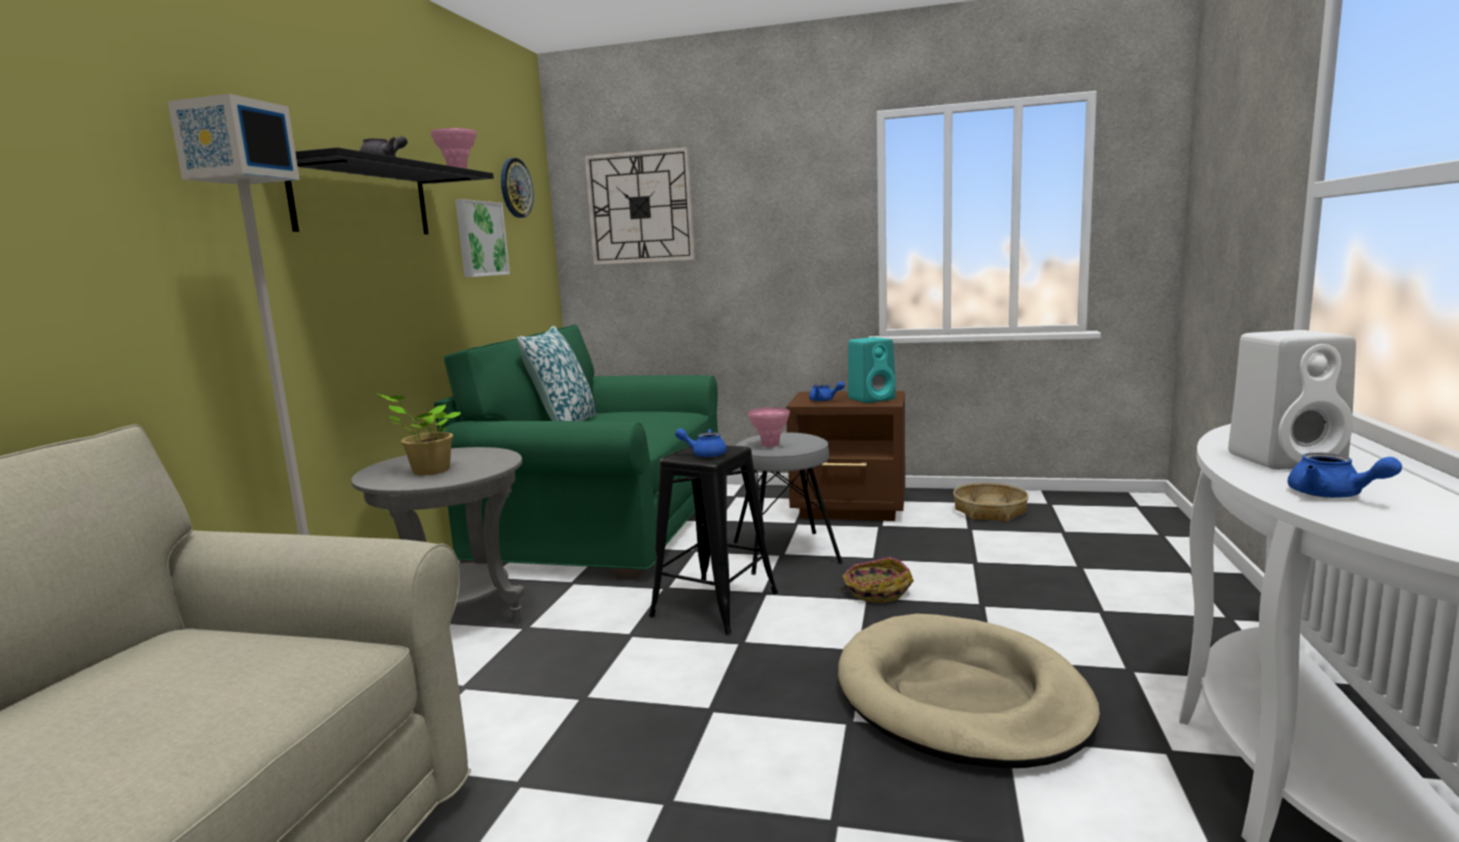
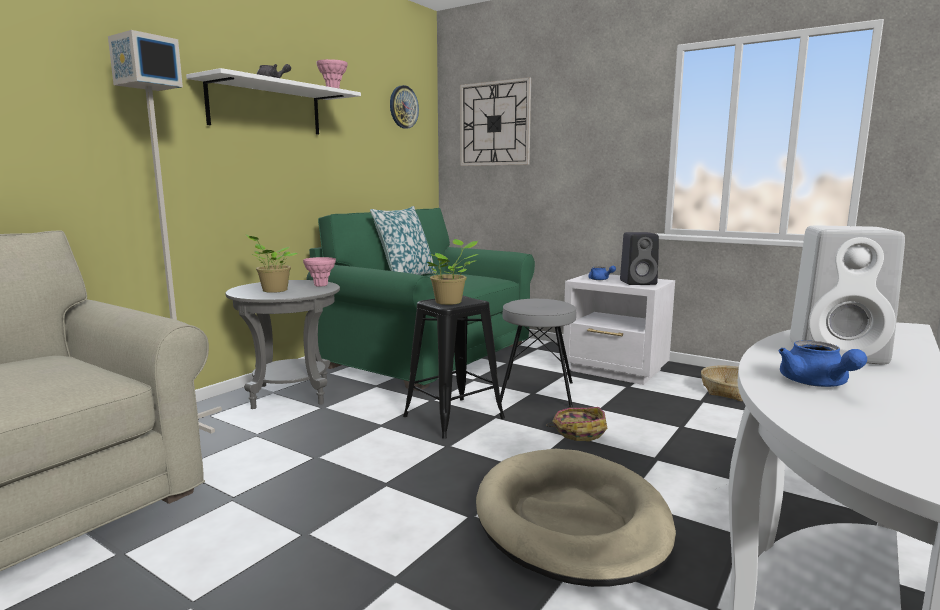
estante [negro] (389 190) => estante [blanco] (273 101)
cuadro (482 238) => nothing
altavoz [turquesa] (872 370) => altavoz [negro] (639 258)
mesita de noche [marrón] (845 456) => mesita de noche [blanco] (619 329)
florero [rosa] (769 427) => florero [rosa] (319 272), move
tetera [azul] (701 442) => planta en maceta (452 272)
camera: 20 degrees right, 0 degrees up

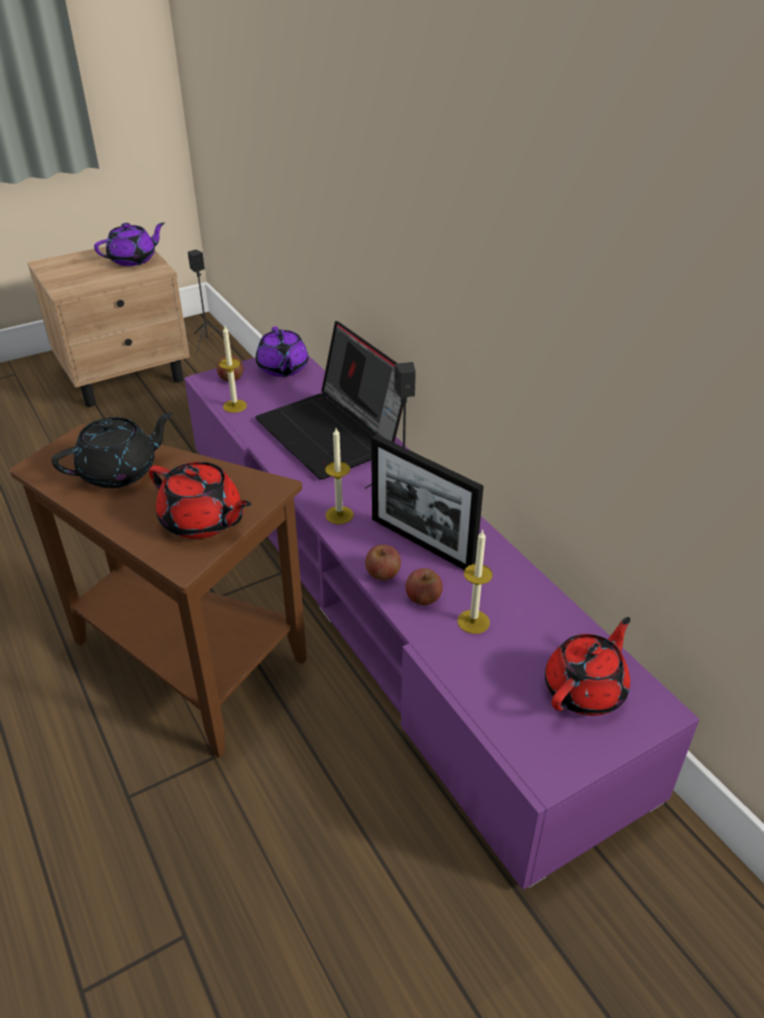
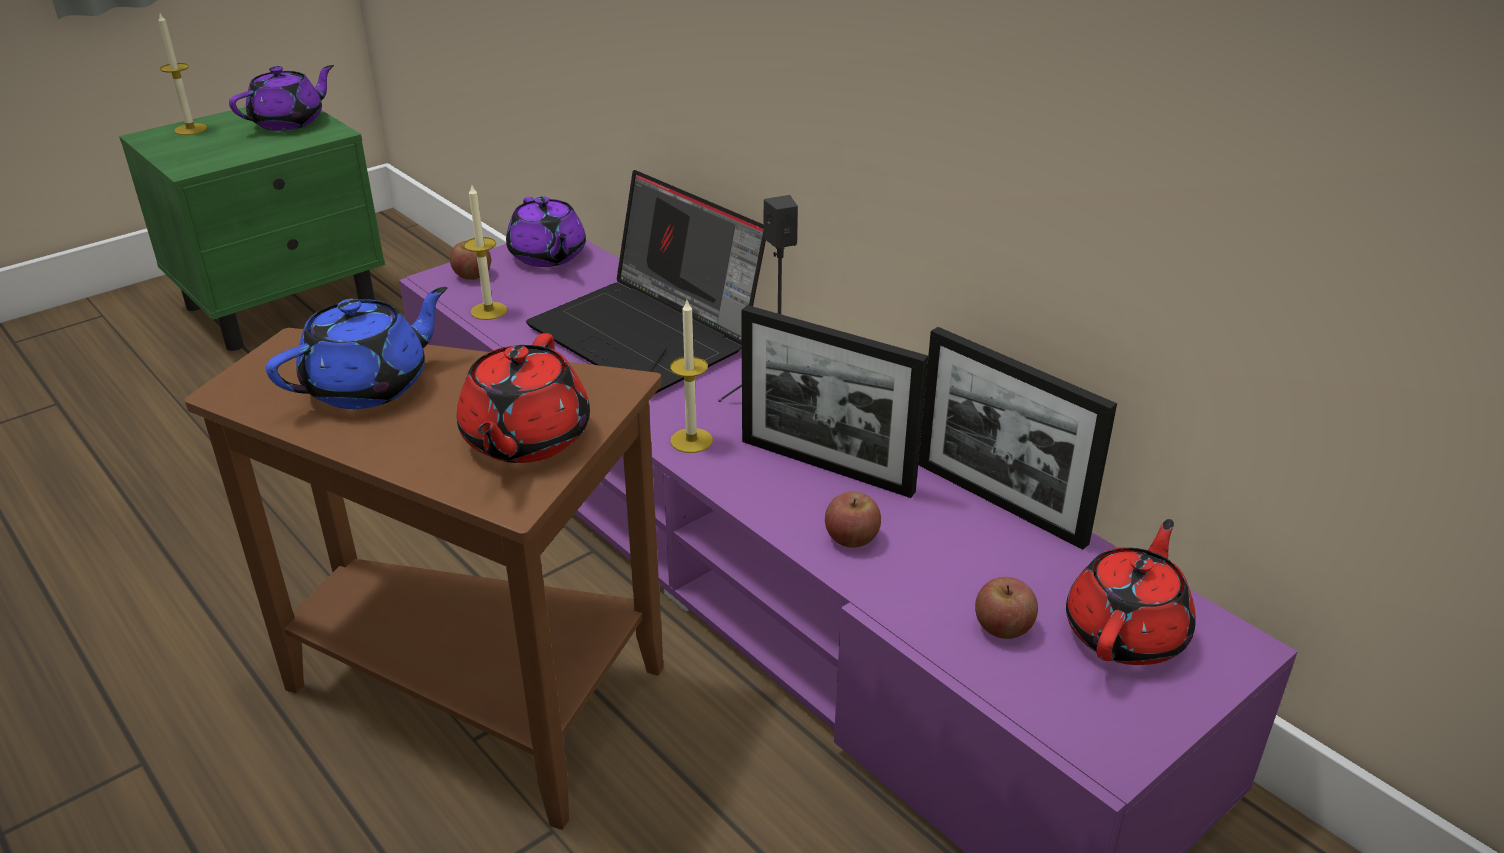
mesita de noche [beis] (108 327) => mesita de noche [verde] (252 229)
altavoz [negro] (211 302) => nothing
tetera [negro] (112 450) => tetera [azul] (356 348)
tetera [rojo] (200 500) => tetera [rojo] (523 398), 75 degrees clockwise
vela (475 581) => vela (182 74), move
manzana (383 562) => manzana (1006 608), move
nothing => portarretratos (1017 438)
camera: 10 degrees left, 5 degrees down

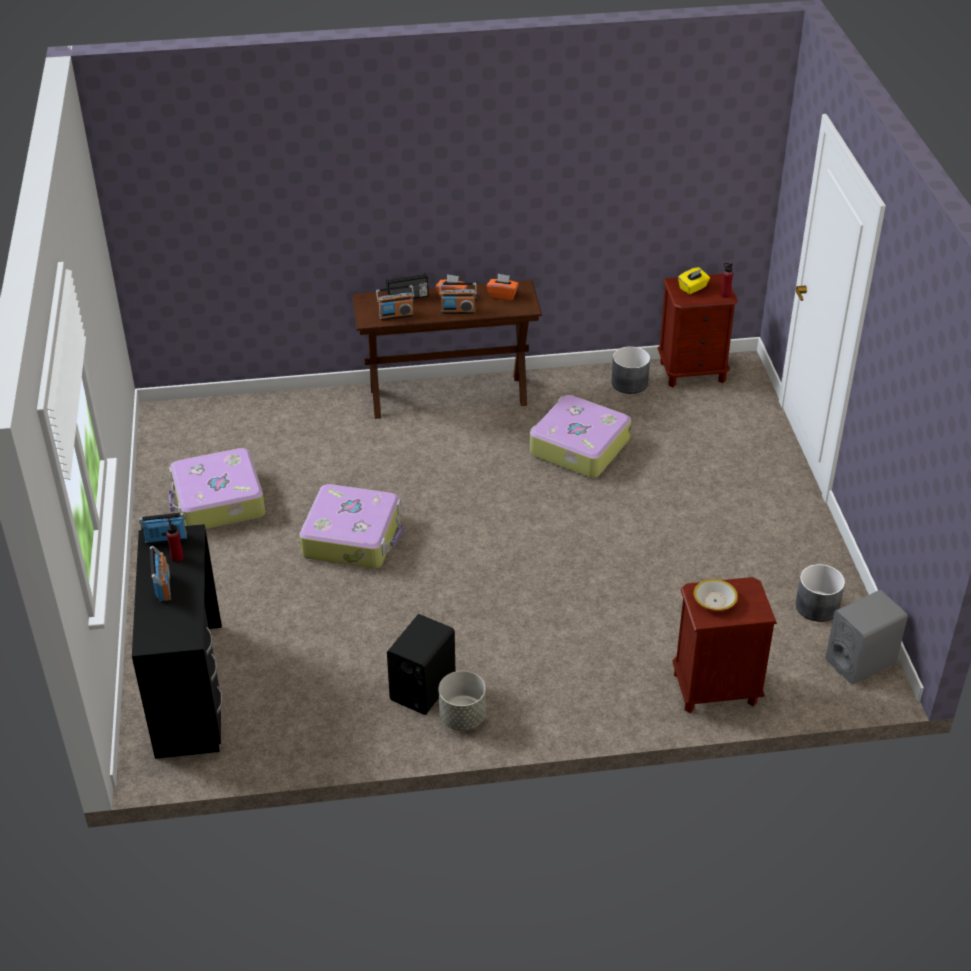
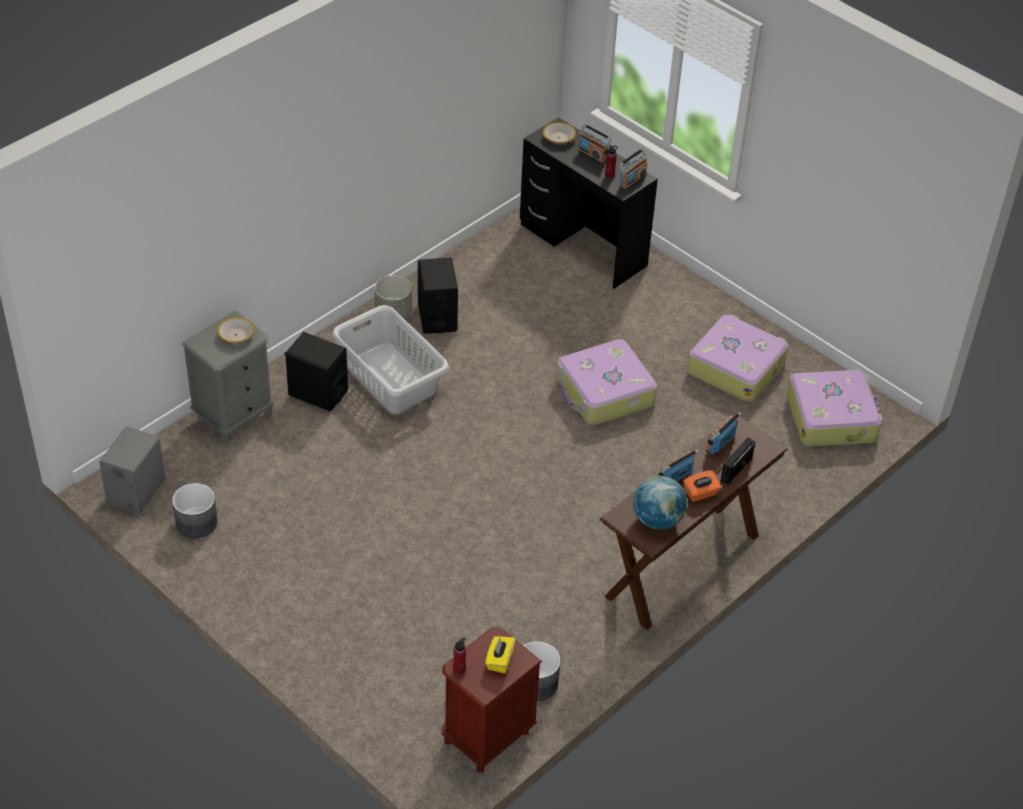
caja de pañuelos [naranja] (503 287) => globo terráqueo (660 503)
maleta (580 436) => maleta (835 408), move
mesita de noche [marrón] (725 645) => mesita de noche [gris] (228 376)
nothing => cuenco (559 133)
nothing => cesto de la ropa [gris] (390 359)
nothing => altavoz [negro] (316 371)
camera: 140 degrees right, 5 degrees up

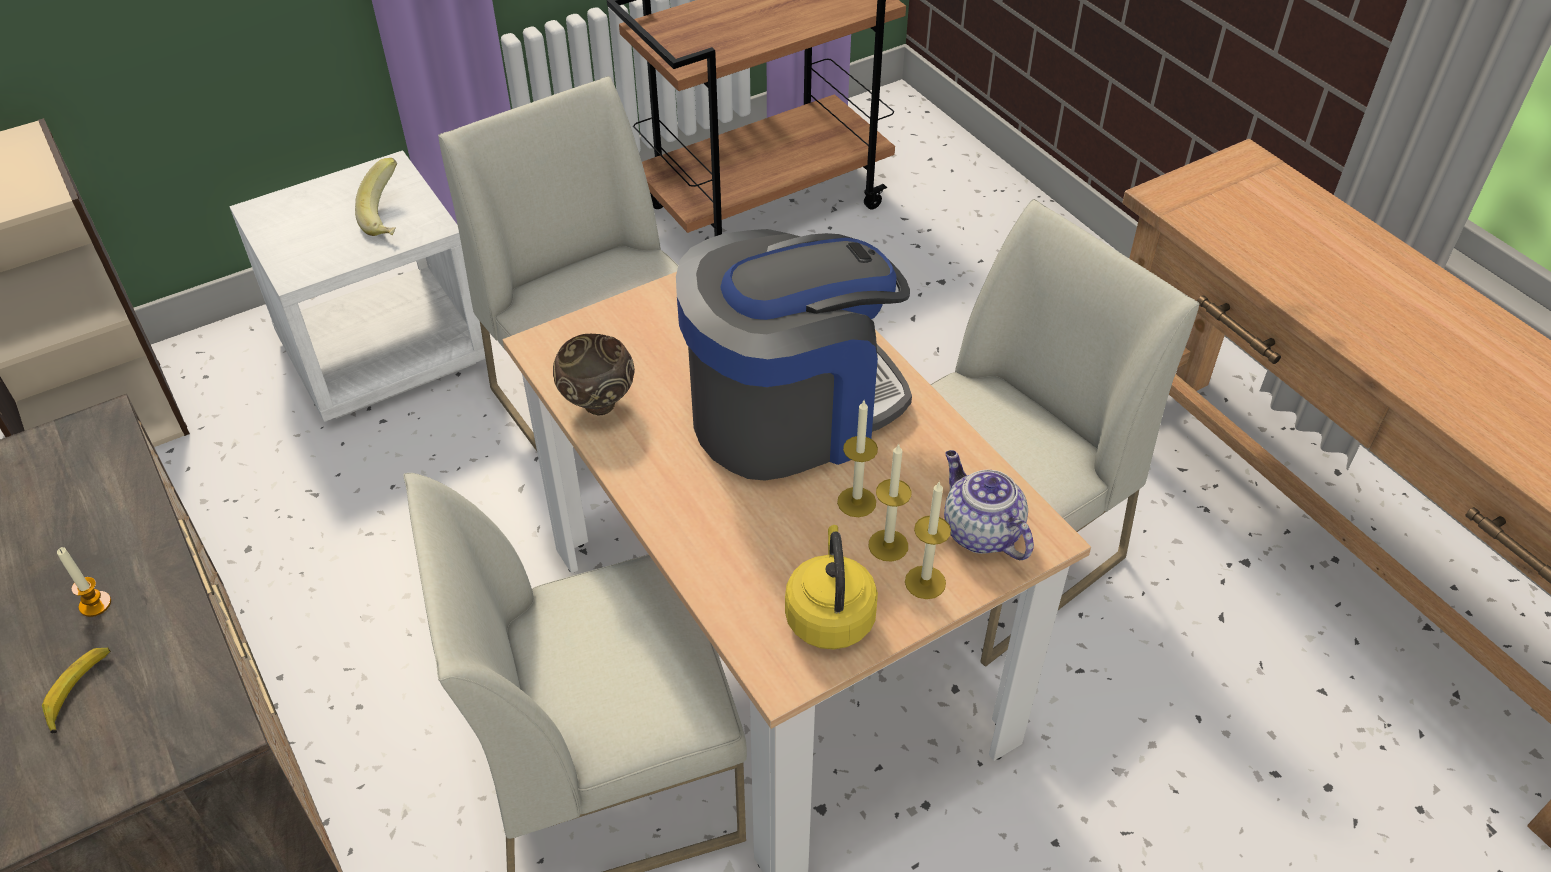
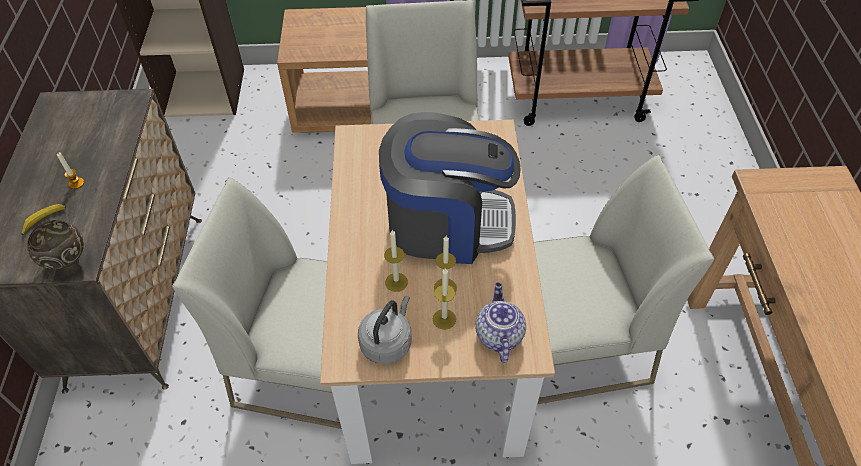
mesita de noche [blanco] (358 286) => mesita de noche [marrón] (324 70)
plátano (376 197) => nothing
cuenco [marrón] (594 375) => cuenco [marrón] (55 245), move
vela (928 540) => vela (396 260), move
hervidor [amarillo] (831 587) => hervidor [gris] (384 330)
camera: 30 degrees right, 5 degrees up

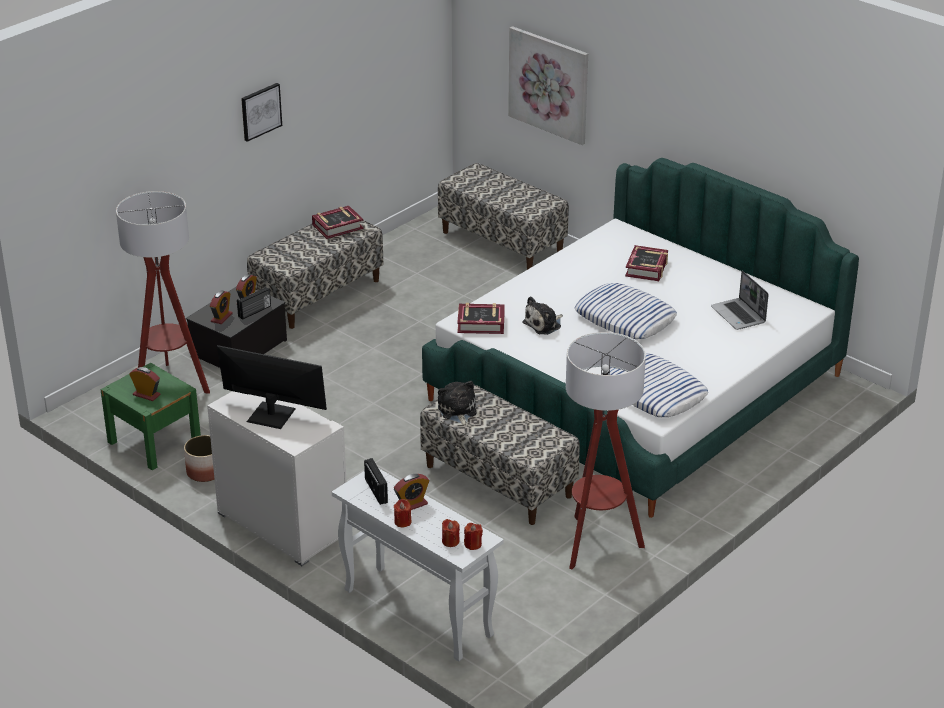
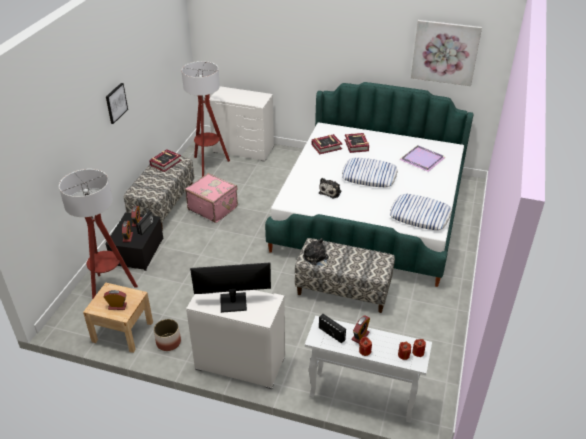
cuadro (548 85) => cuadro (446 53), move
banco (503 216) => cómoda [blanco] (241 123)
portátil (740 300) => bandeja [morado] (422 159)
libro (481 318) => libro (327 144), move
lámpara de pie (606 450) => lámpara de pie (205 119), move
mesita de noche [verde] (150 416) => mesita de noche [beis] (118 318)
nothing => maleta [rosa] (211 198)
camera: 25 degrees left, 5 degrees up

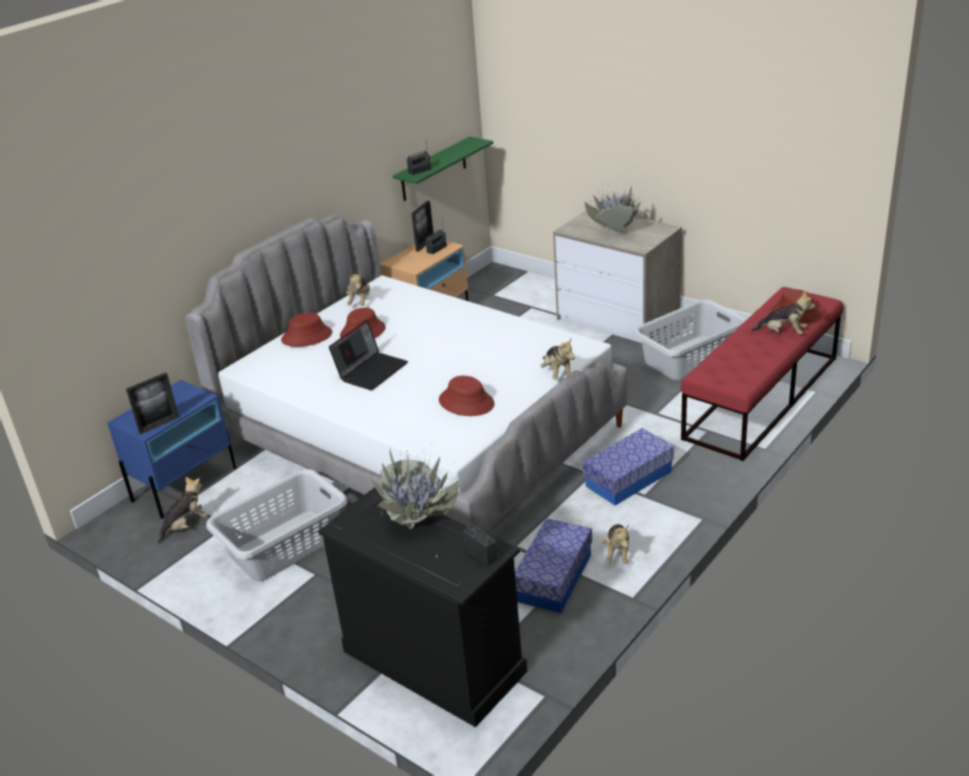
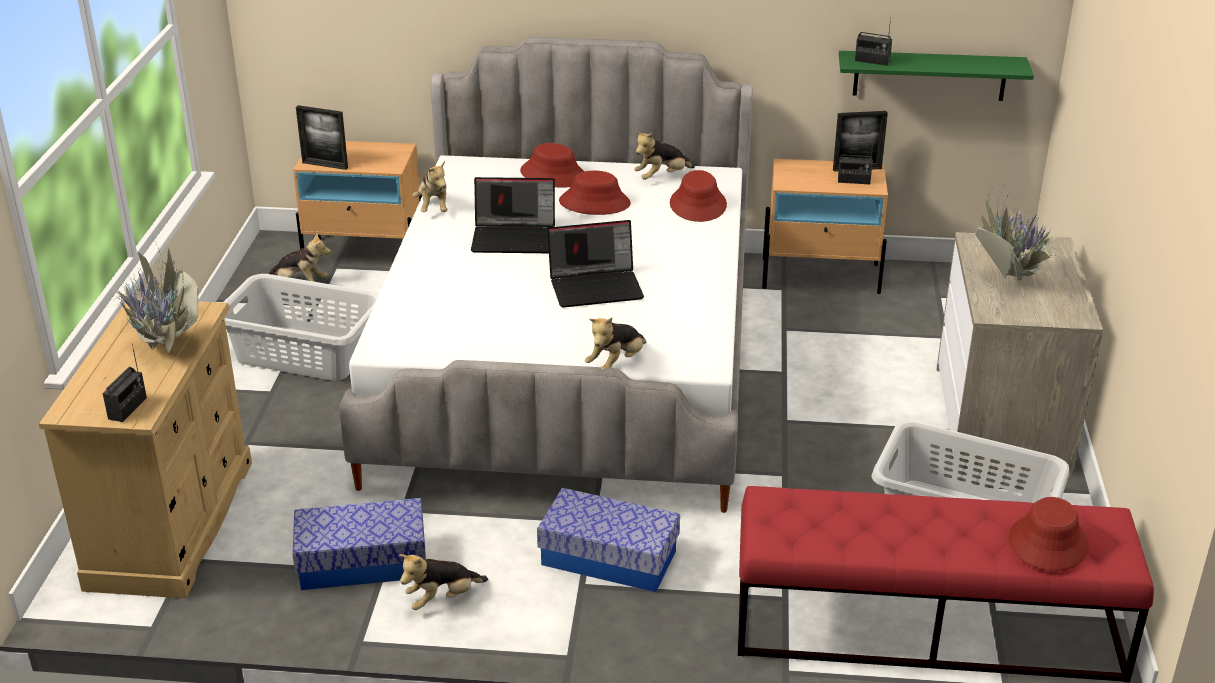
peluche (783 312) => peluche (430 186), move
sombrero [rojo] (466 396) => sombrero [rojo] (698 196), move
mesita de noche [azul] (171 449) => mesita de noche [beis] (357 195)
cómoda [negro] (422 607) => cómoda [beis] (145 448)
nothing => portátil (595 264)
camera: 55 degrees right, 0 degrees up

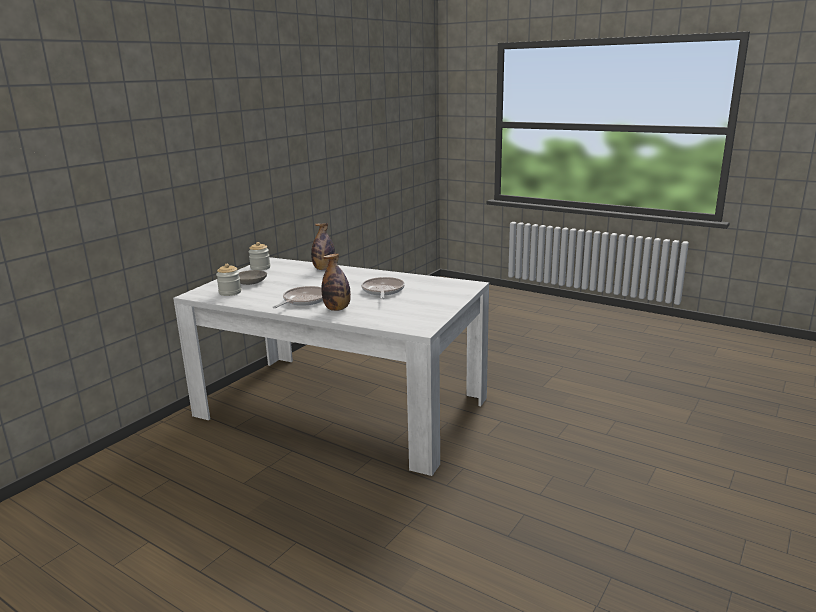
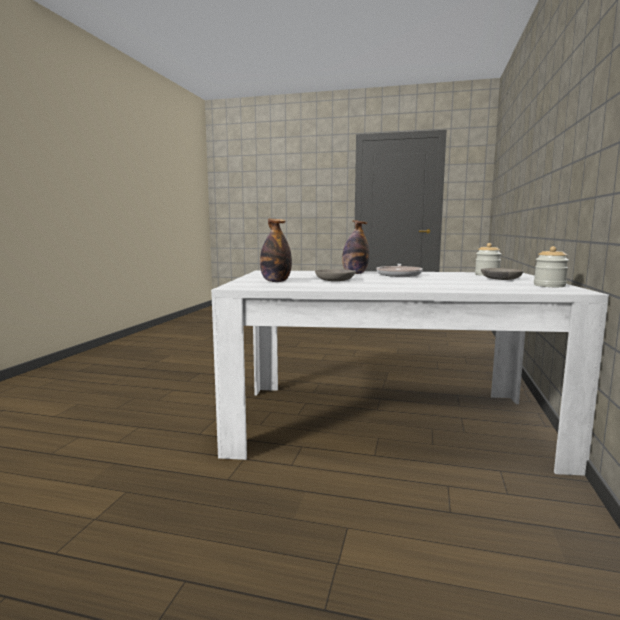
botella (323 246) => botella (276 250), move
sartén (383 288) => cuenco [gris] (335 275)
camera: 160 degrees right, 10 degrees down

